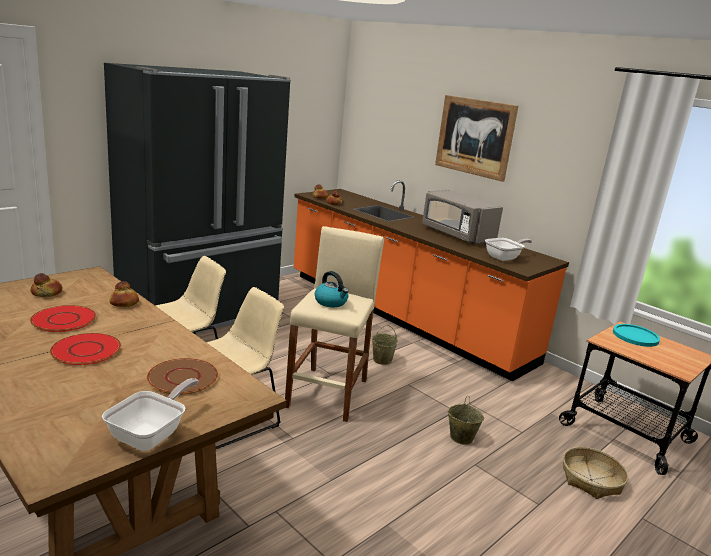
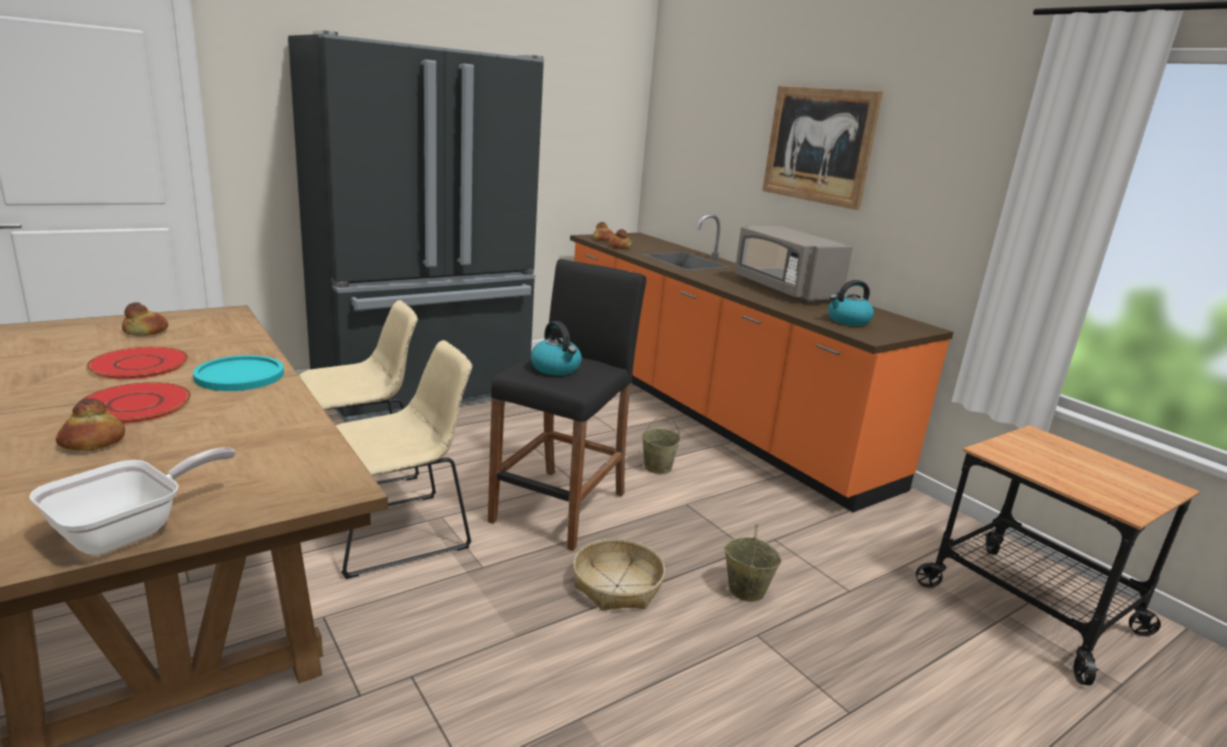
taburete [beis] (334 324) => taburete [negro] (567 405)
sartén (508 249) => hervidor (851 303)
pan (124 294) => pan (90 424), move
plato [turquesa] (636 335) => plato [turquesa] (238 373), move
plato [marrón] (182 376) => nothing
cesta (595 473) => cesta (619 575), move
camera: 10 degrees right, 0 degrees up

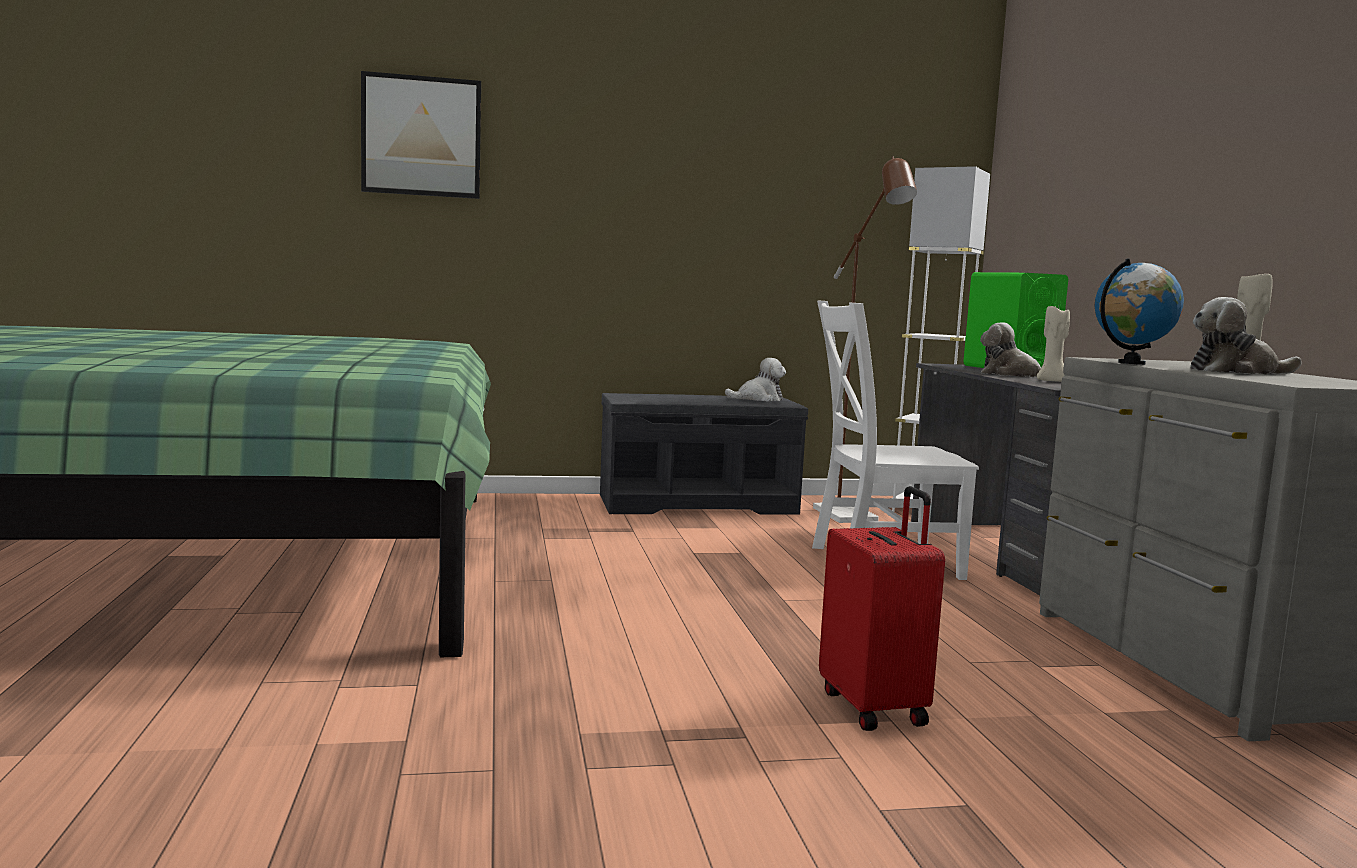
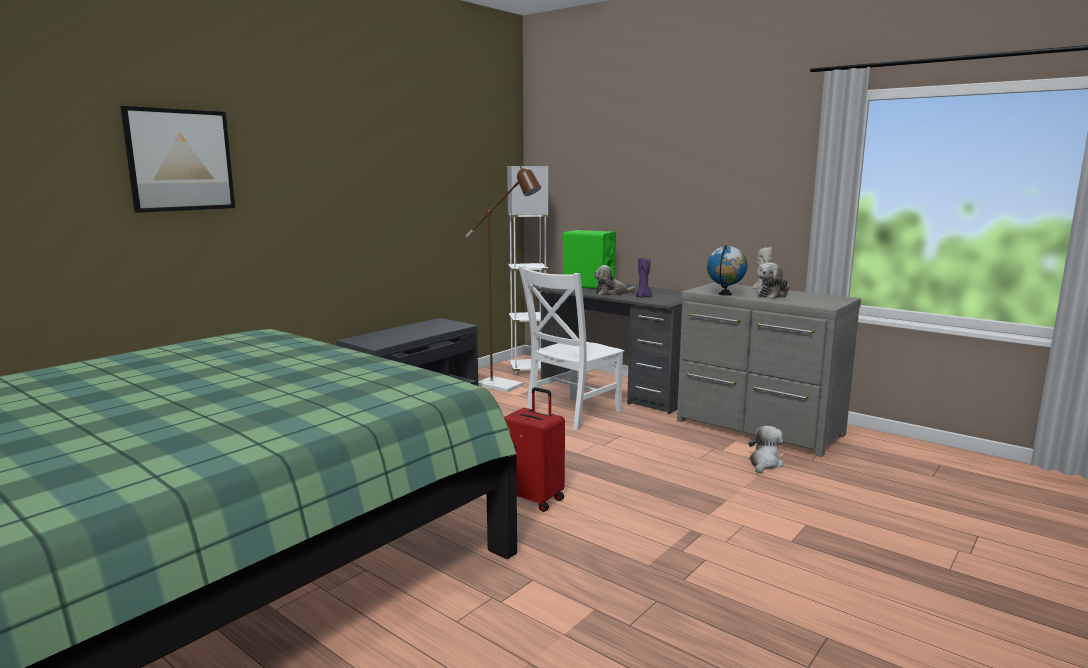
vela [beis] (1053 344) => vela [morado] (644 277)
peluche (755 380) => peluche (766 449), move
maleta [rojo] (882 608) => maleta [rojo] (534 449), move
camera: 40 degrees left, 5 degrees up

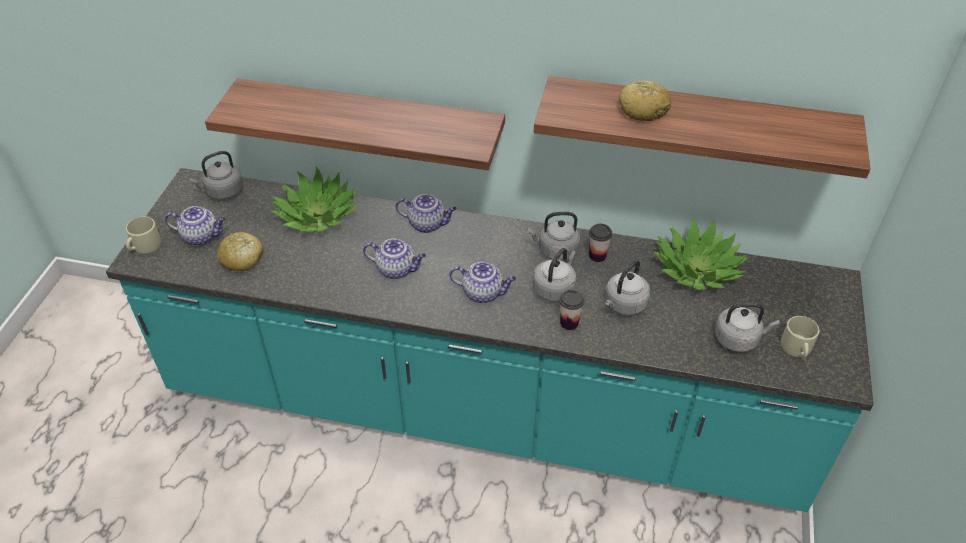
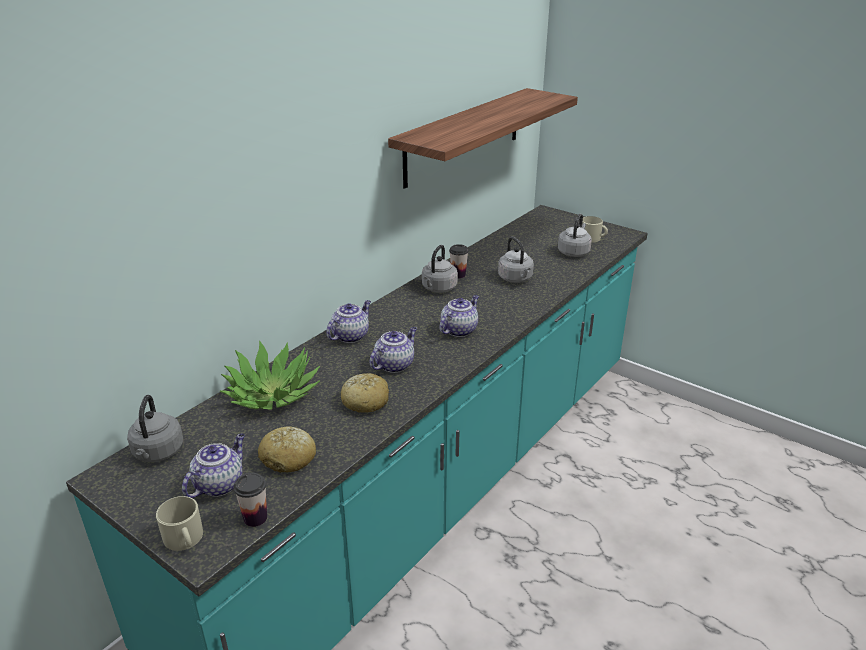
estante (355 124) => nothing
pan (645 100) => pan (365 393), move
planta en maceta (700 254) => nothing
hervidor [gris] (554 275) => nothing
taza (571 310) => taza (250 500), move
camera: 65 degrees left, 15 degrees down

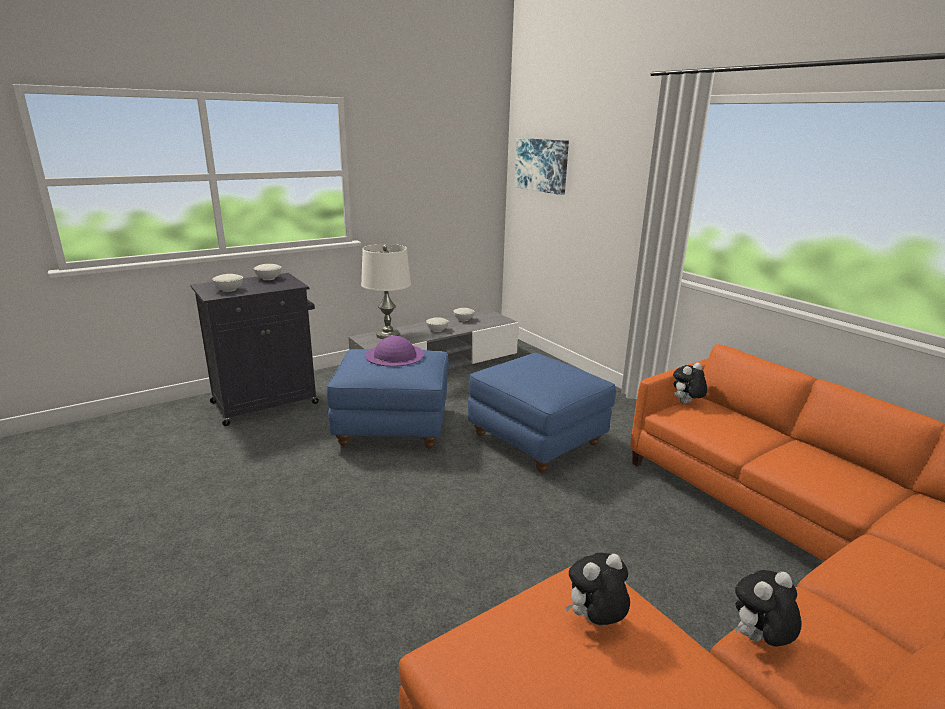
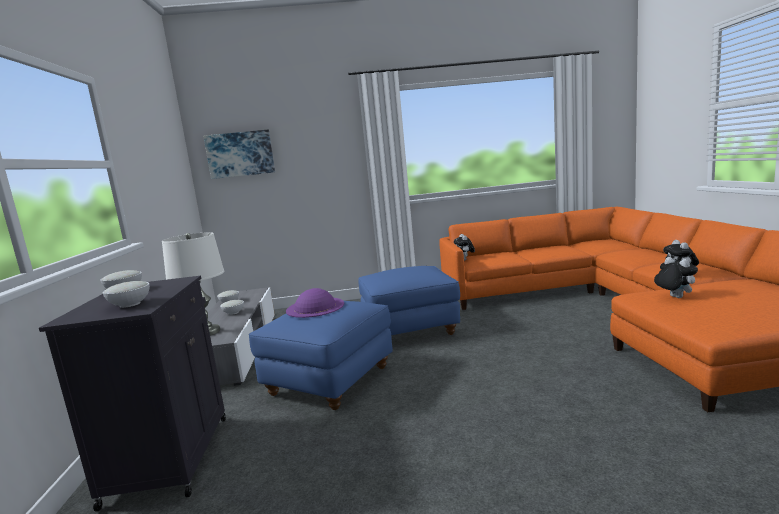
peluche (597 589) => peluche (676 277), 150 degrees clockwise
camera: 60 degrees left, 10 degrees down

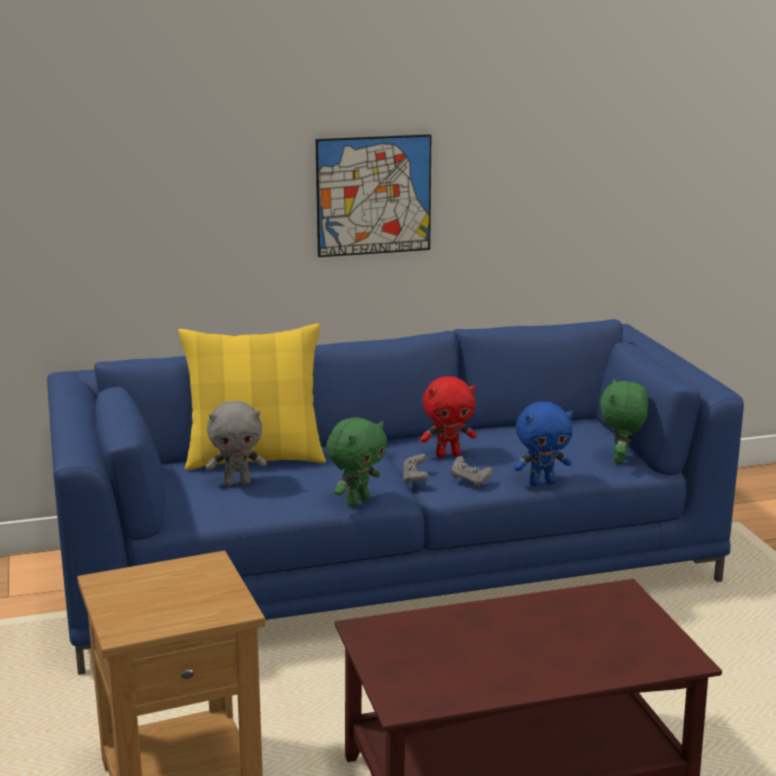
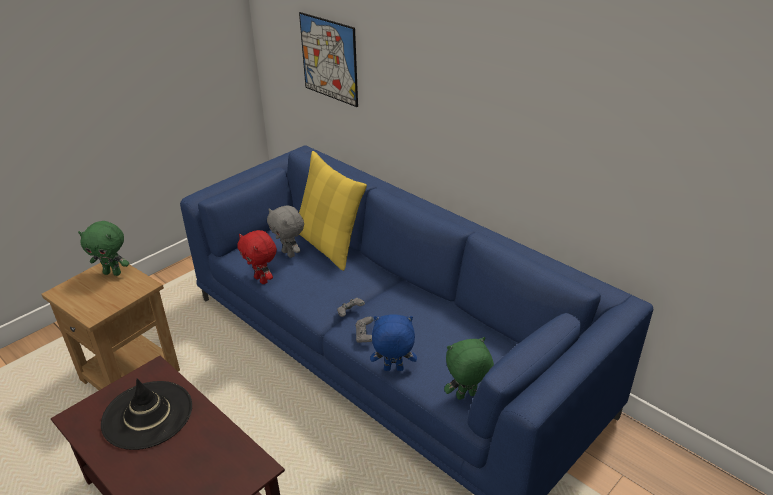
cuadro (373 195) => cuadro (328 59), move
peluche [rojo] (448 416) => peluche [rojo] (257 257), move
peluche [azul] (543 444) => peluche [azul] (393 342), 135 degrees clockwise
peluche [verde] (356 462) => peluche [verde] (103 248), move
nothing => sombrero [negro] (146 414)
camera: 60 degrees right, 15 degrees up

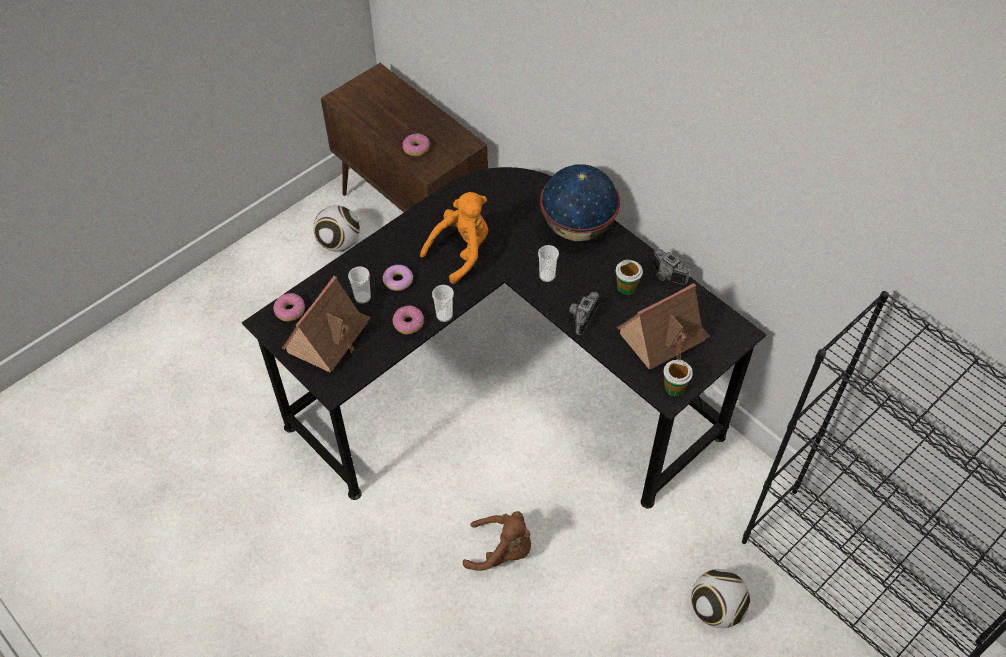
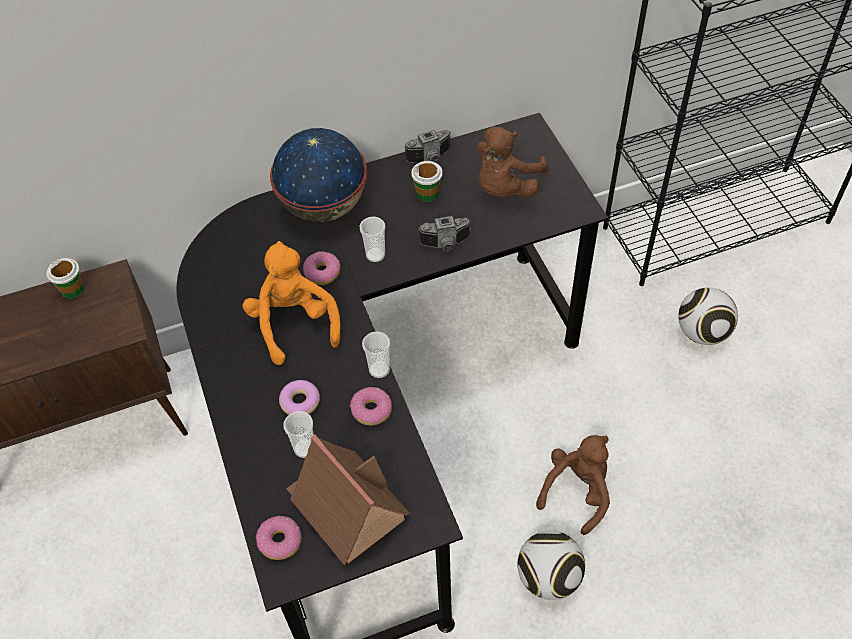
rosquilla (416 145) => rosquilla (322 268), move
balón de fútbol (336 228) => balón de fútbol (551 565), move
casita (663 326) => peluche [marrón] (512 162)
cámara (584 313) => cámara (444 233), 60 degrees counterclockwise
taza (678 378) => taza (65 278), move
camera: 65 degrees left, 0 degrees up

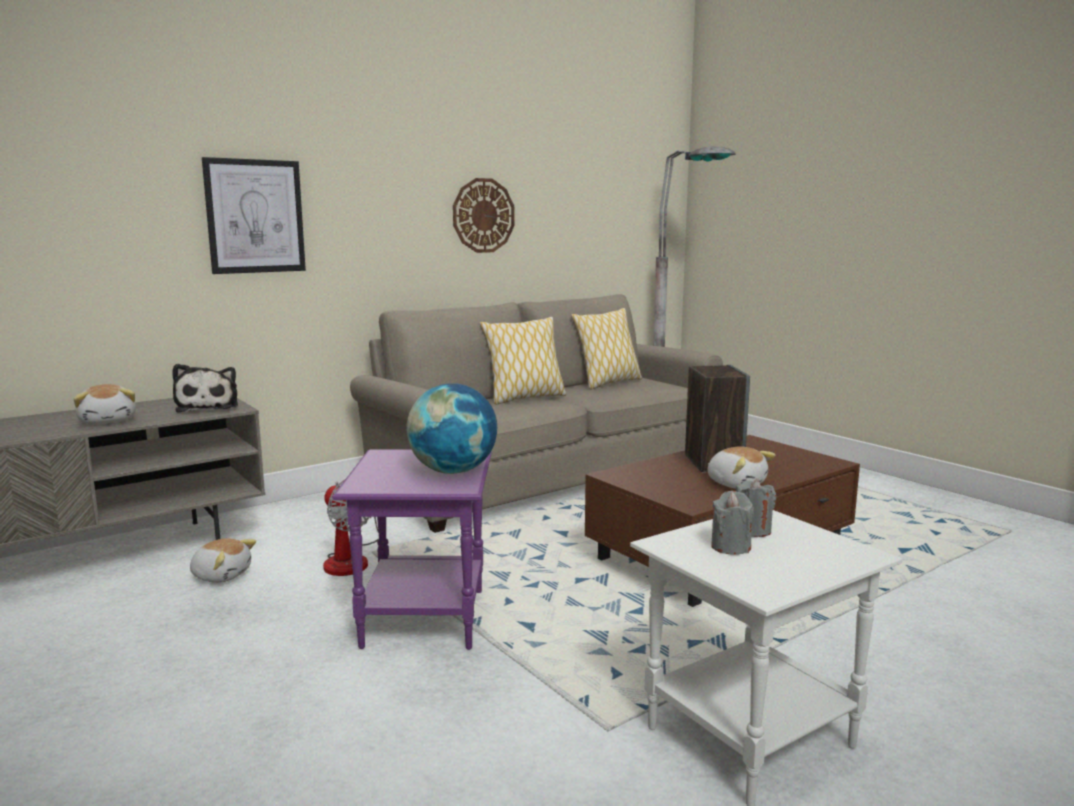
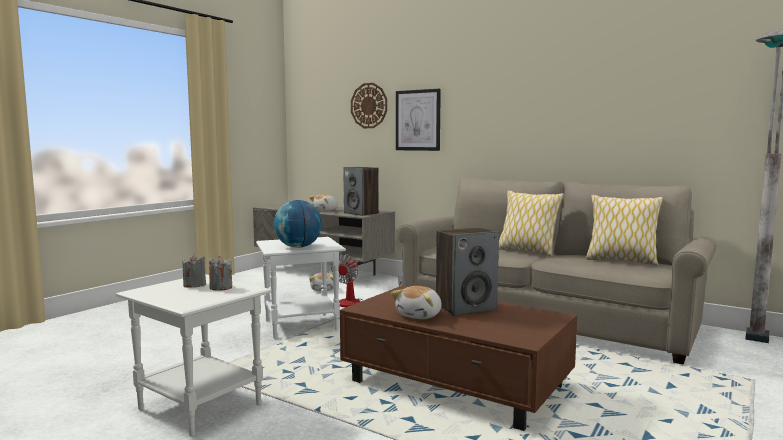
reloj de pared (484 215) => reloj de pared (369 105), move
peluche (205 388) => altavoz (361 191)
mesa auxiliar [morado] (412 549) => mesa auxiliar [blanco] (301 288)
camera: 70 degrees right, 5 degrees down

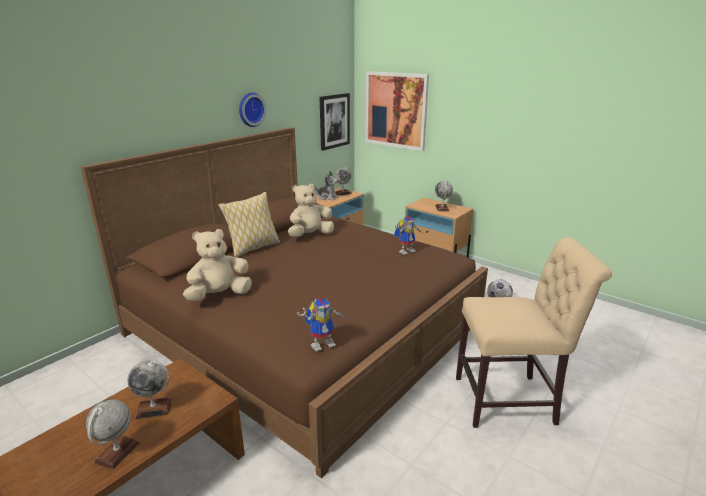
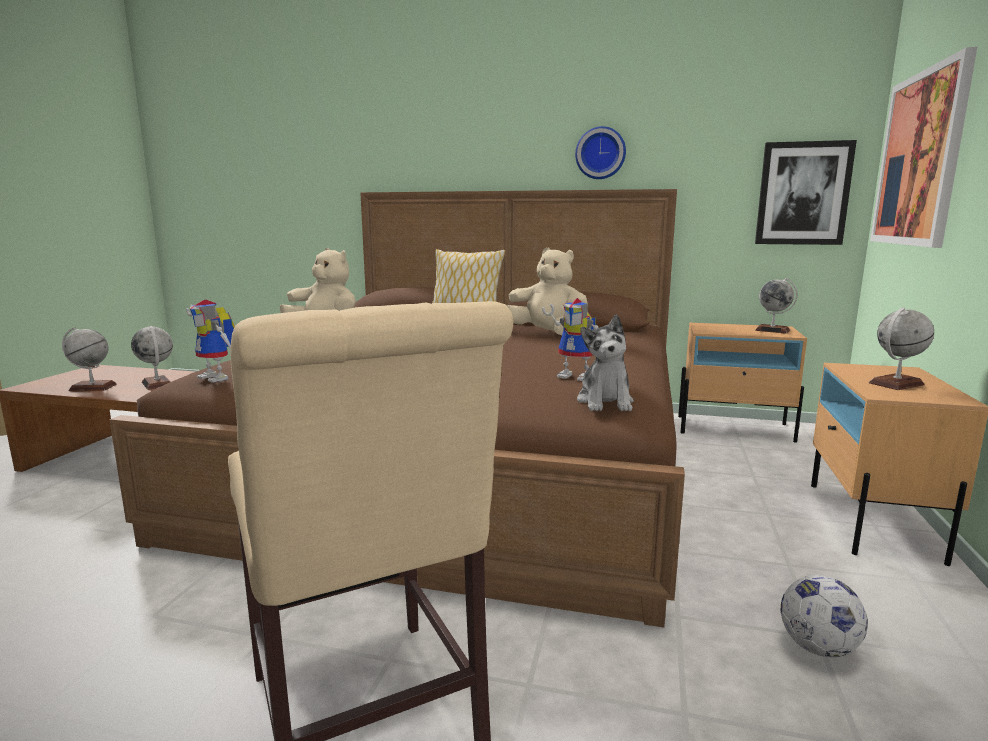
peluche (327 186) => peluche (605 363), move
camera: 65 degrees right, 10 degrees down

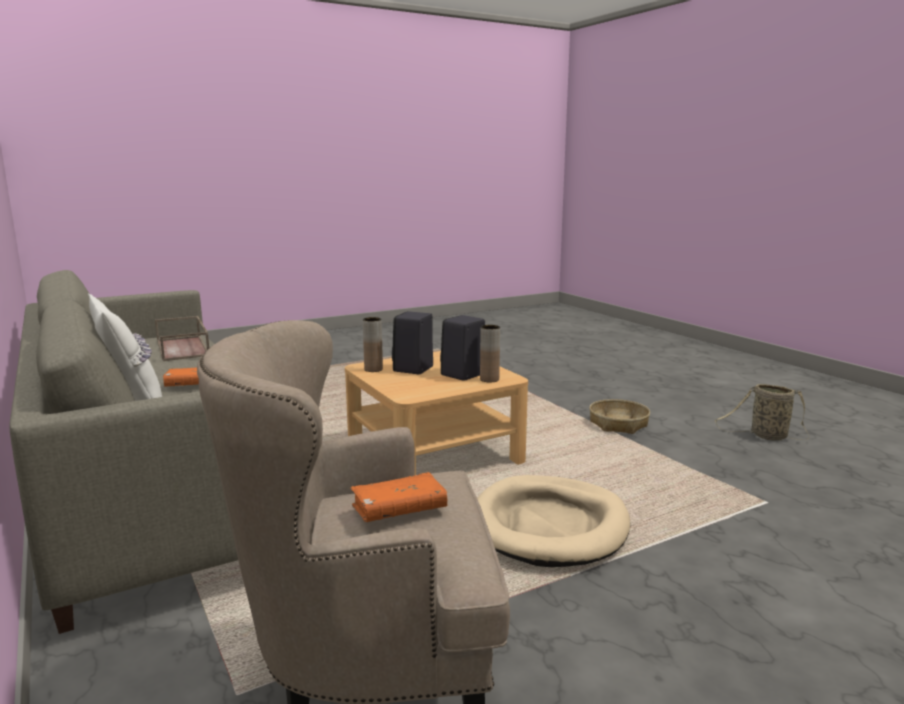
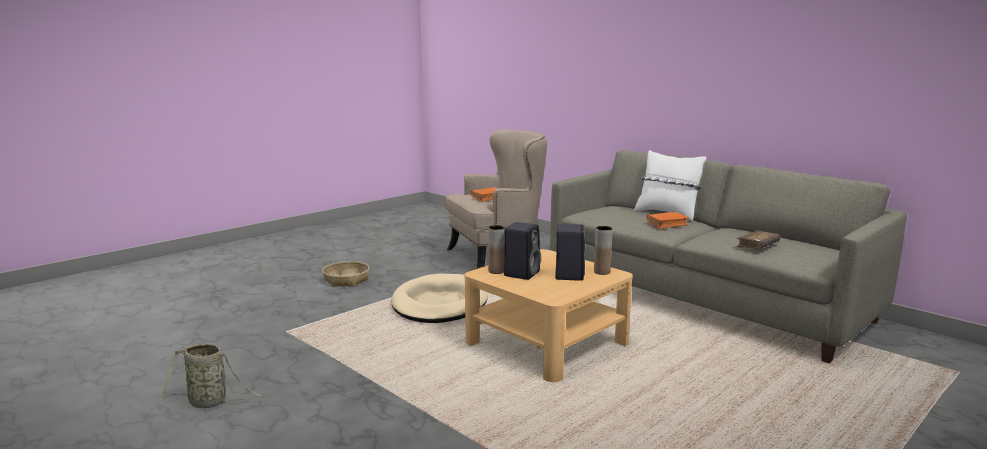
bandeja [marrón] (182 338) => libro [marrón] (758 239)
cesta (619 416) => cesta (345 274), move
camera: 165 degrees right, 0 degrees up

